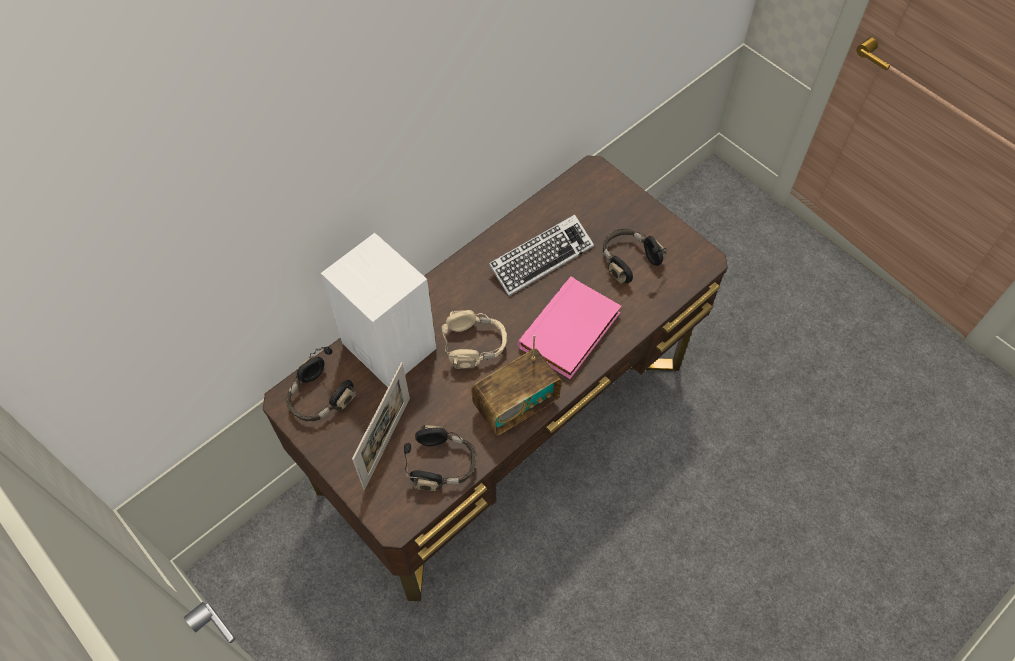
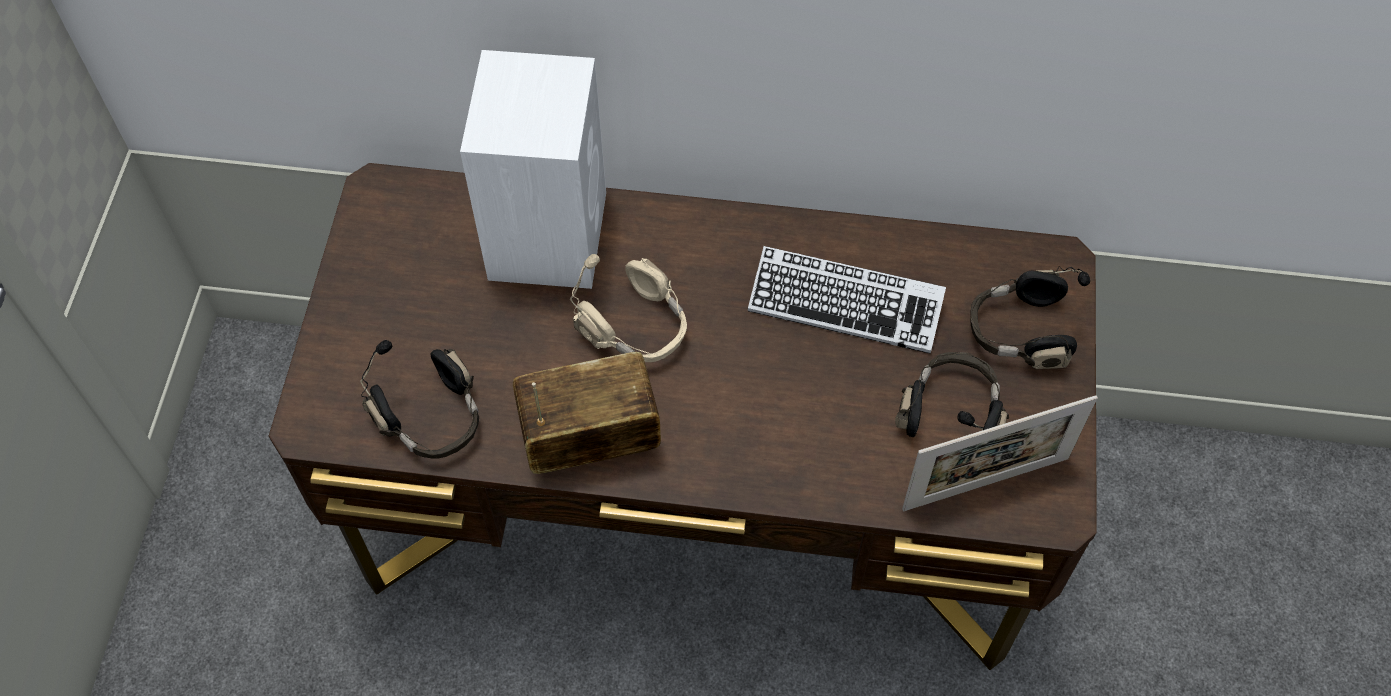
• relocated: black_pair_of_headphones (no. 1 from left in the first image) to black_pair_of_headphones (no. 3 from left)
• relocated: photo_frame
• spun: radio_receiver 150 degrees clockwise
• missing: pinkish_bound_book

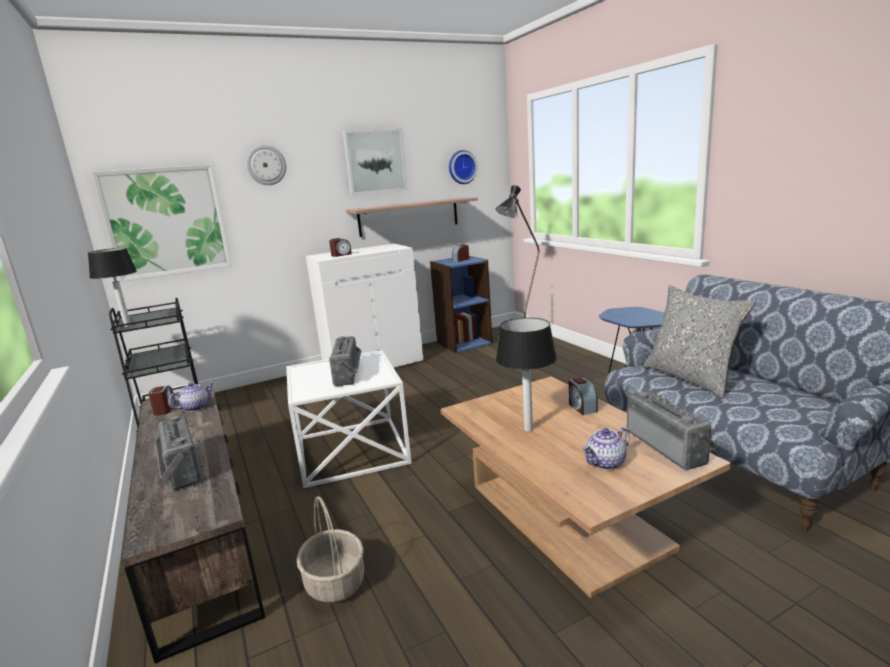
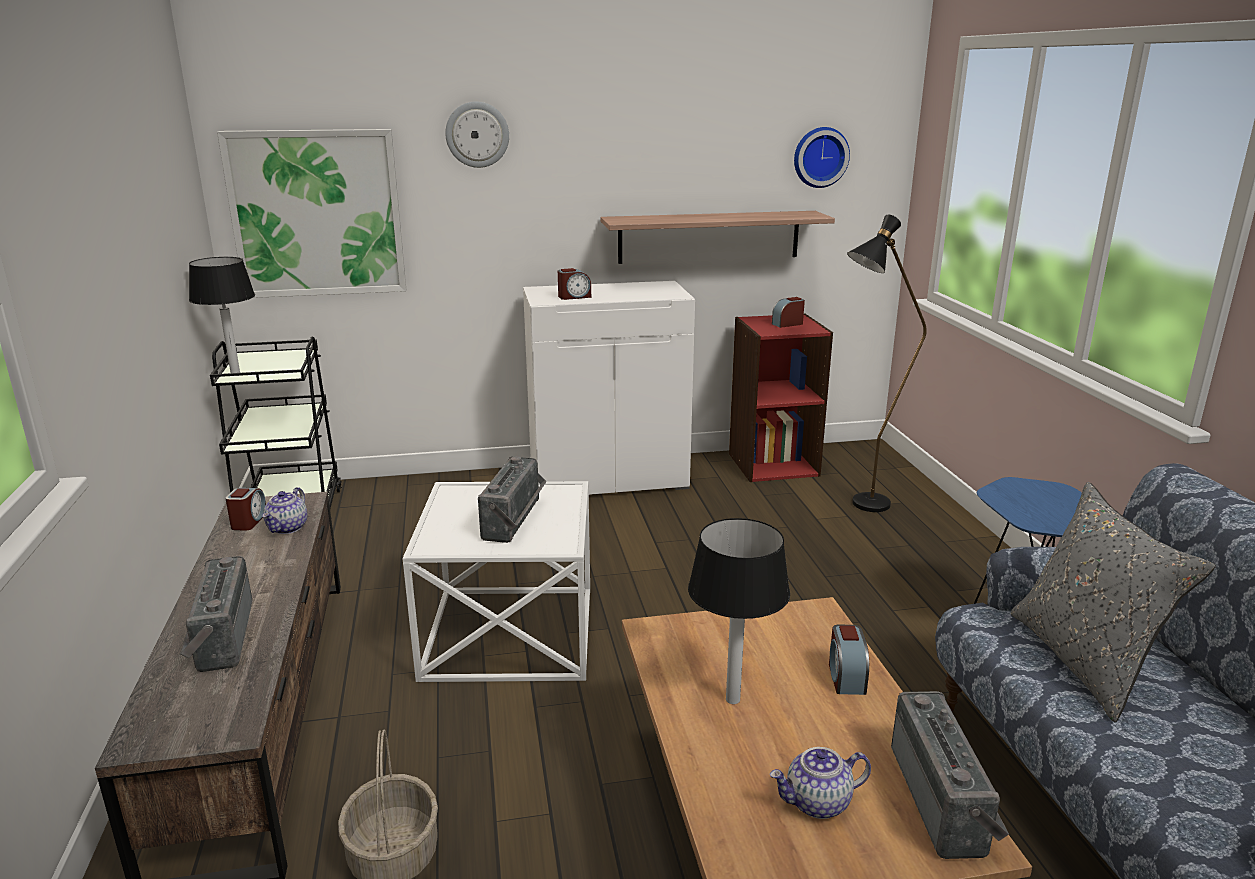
• spun: teapot (no. 1 from left) 135 degrees clockwise
• missing: wall_art (no. 2 from left)
• colour: blue-coloured_bookcase to red-coloured_bookcase

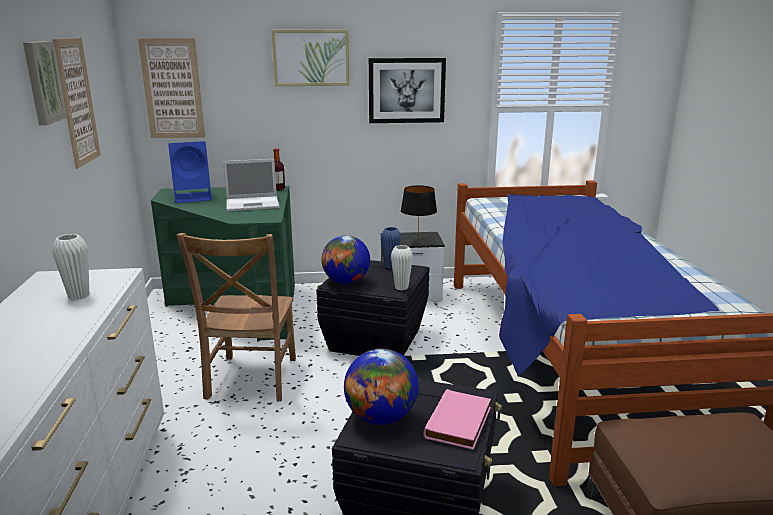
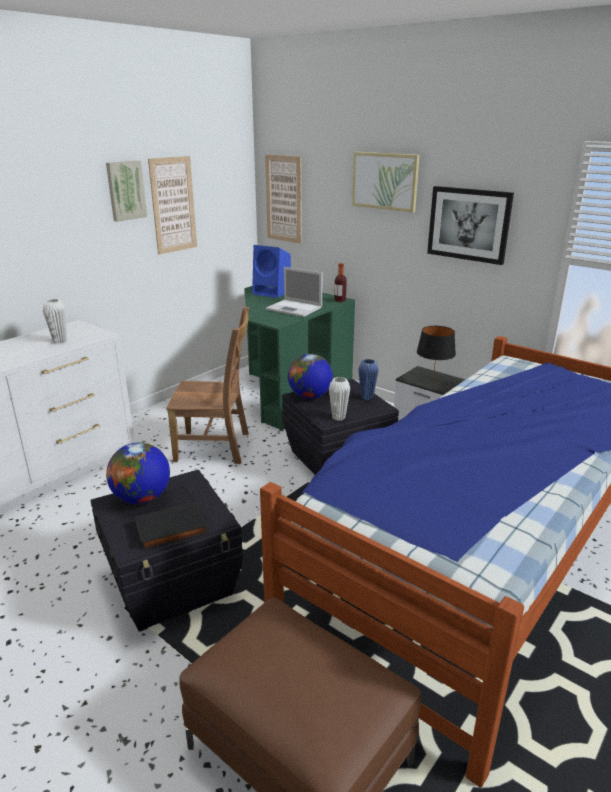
• spun: brownish_upright_chair 135 degrees counterclockwise
• colour: pinkish_bound_book to black_bound_book

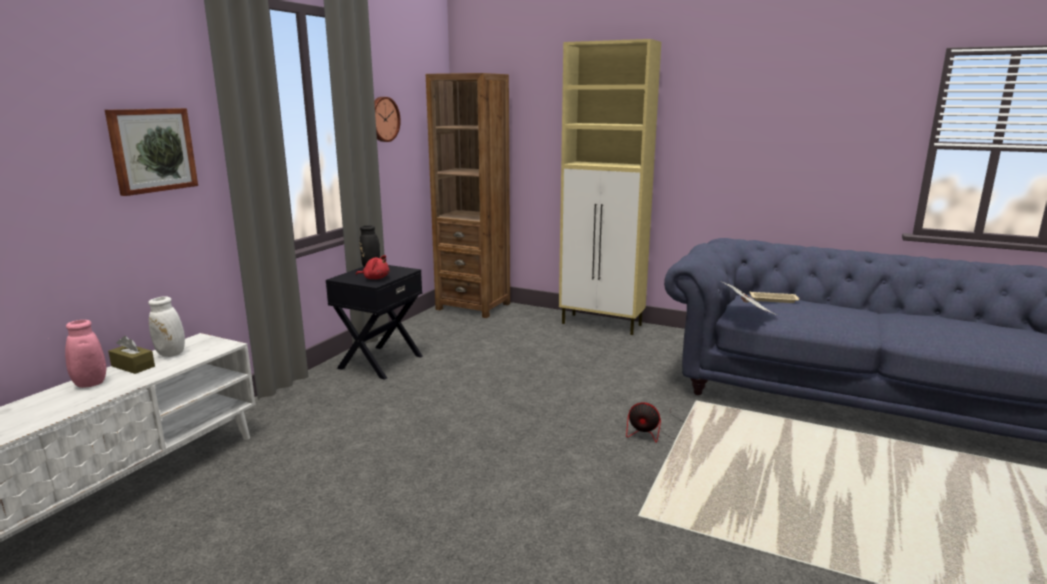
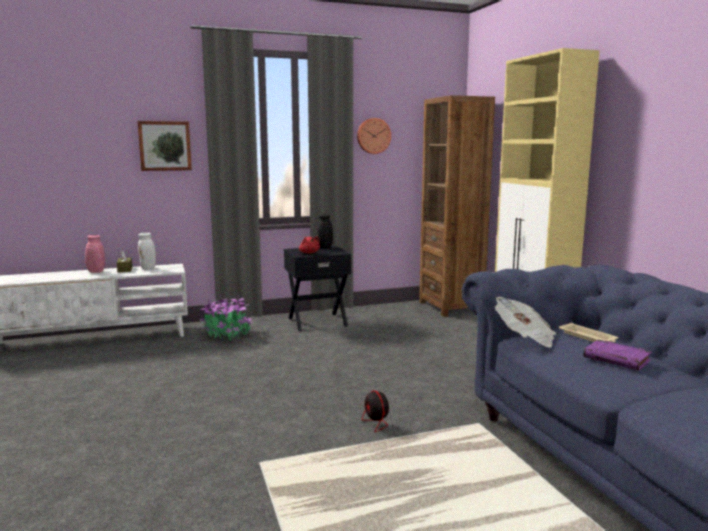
• appeared: potted_plant
• appeared: purplish_bound_book

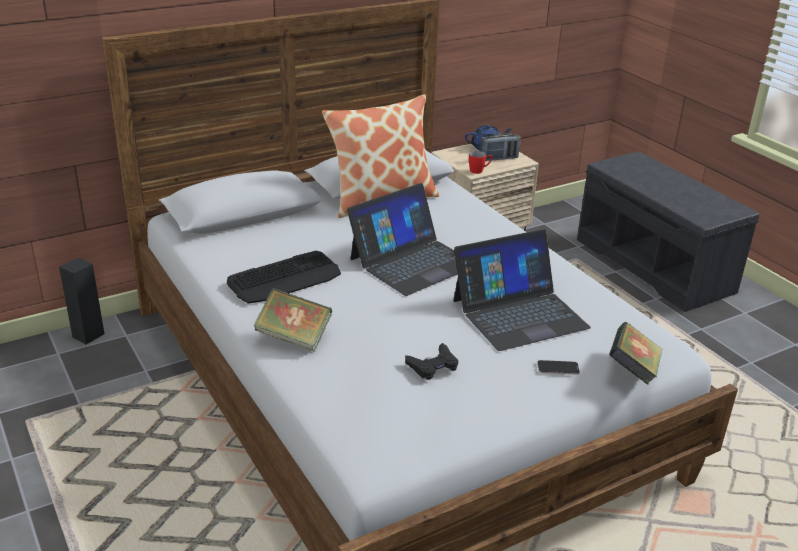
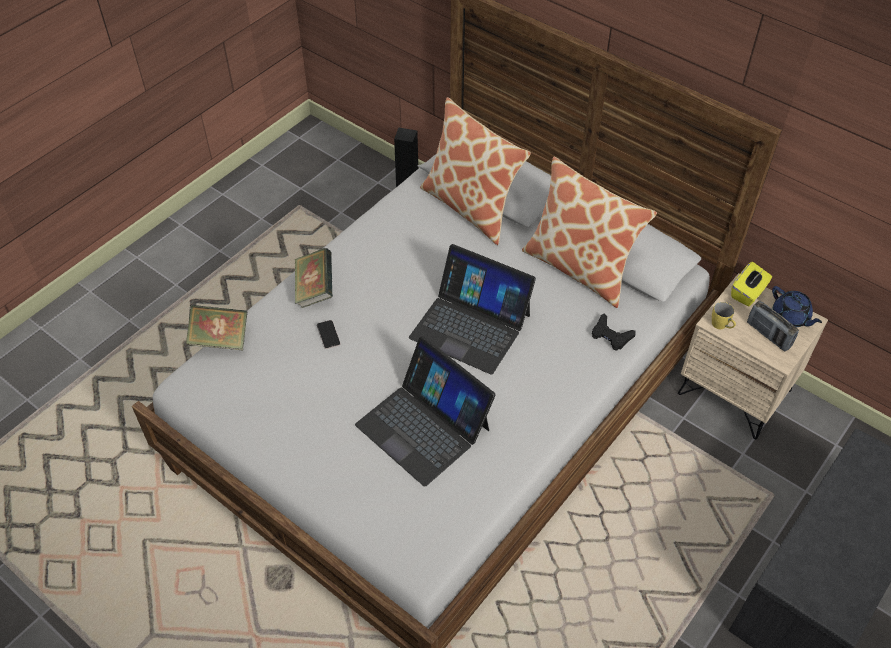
• missing: keyboard
• relocated: black_gamepad
• colour: red-coloured_coffee_mug to yellow-coloured_coffee_mug
• relocated: telephone
• relocated: bound_book (no. 2 from left in the first image) to bound_book (no. 1 from left)
• appeared: pillow (no. 1 from left)
• appeared: yellow-coloured_tissue_box

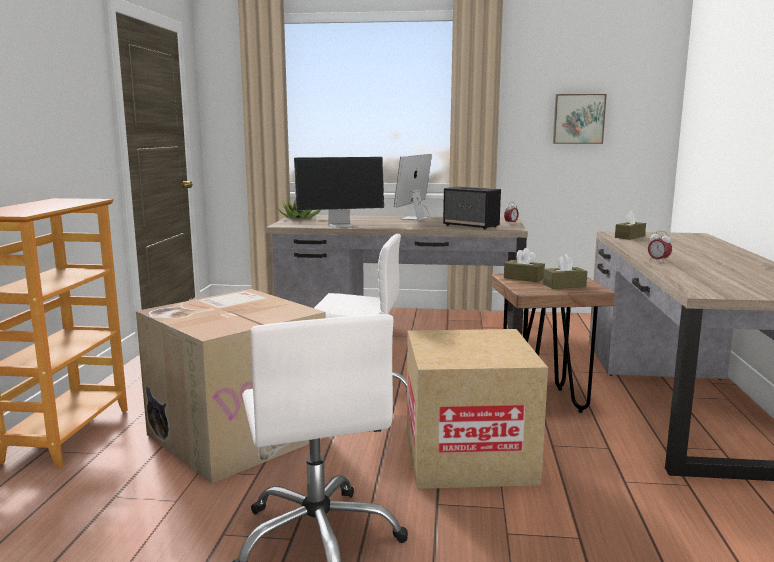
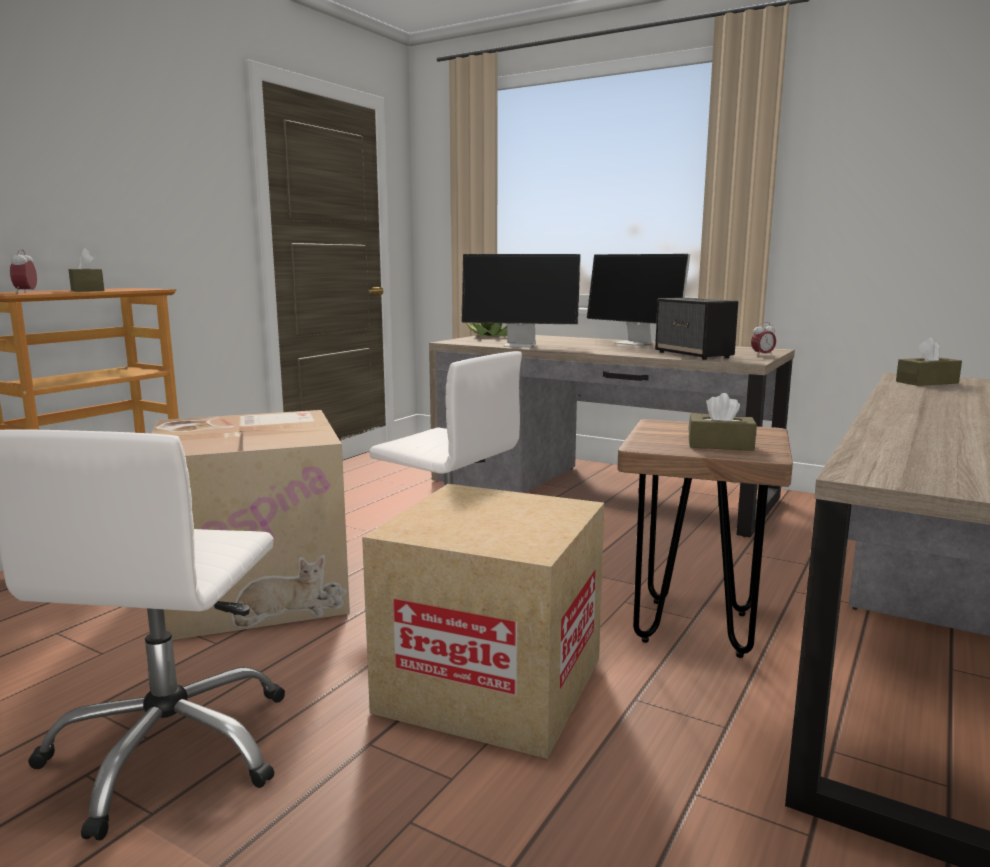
• spun: computer_display (no. 2 from left) 90 degrees counterclockwise
• relocated: brownish_tissue_box (no. 1 from left)
• missing: wall_art
• relocated: table_clock (no. 2 from left in the first image) to table_clock (no. 1 from left)

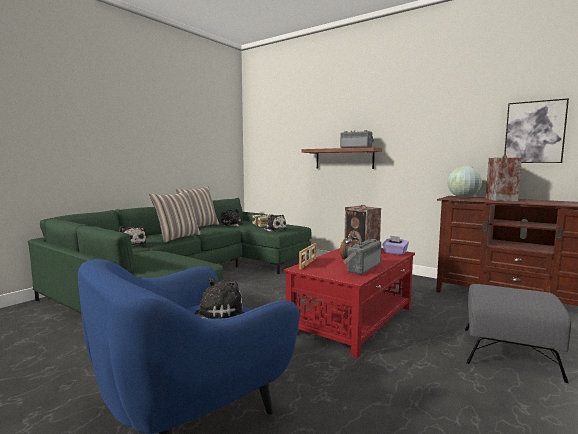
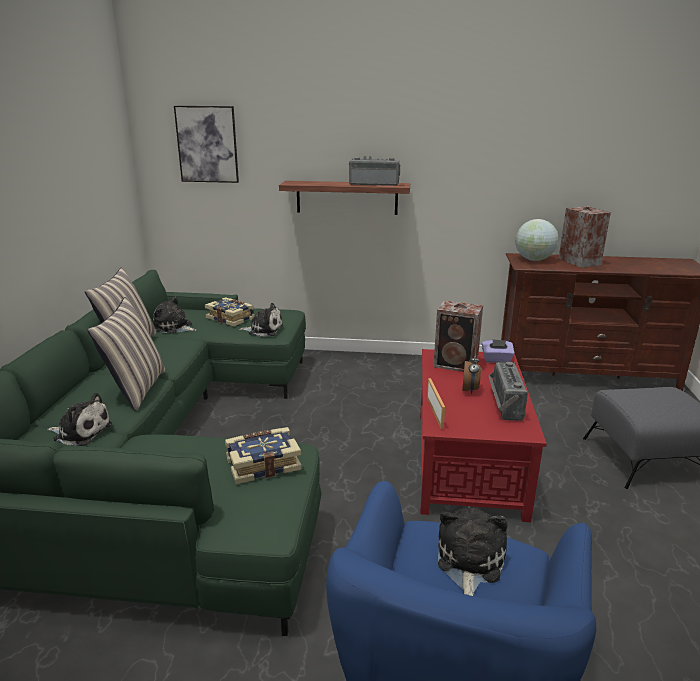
• relocated: wall_art
• appeared: bound_book (no. 2 from left)

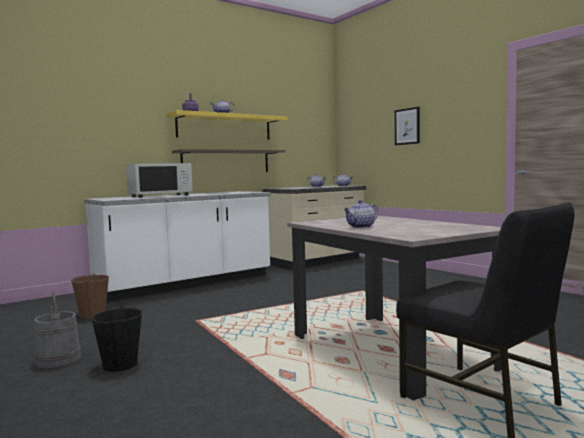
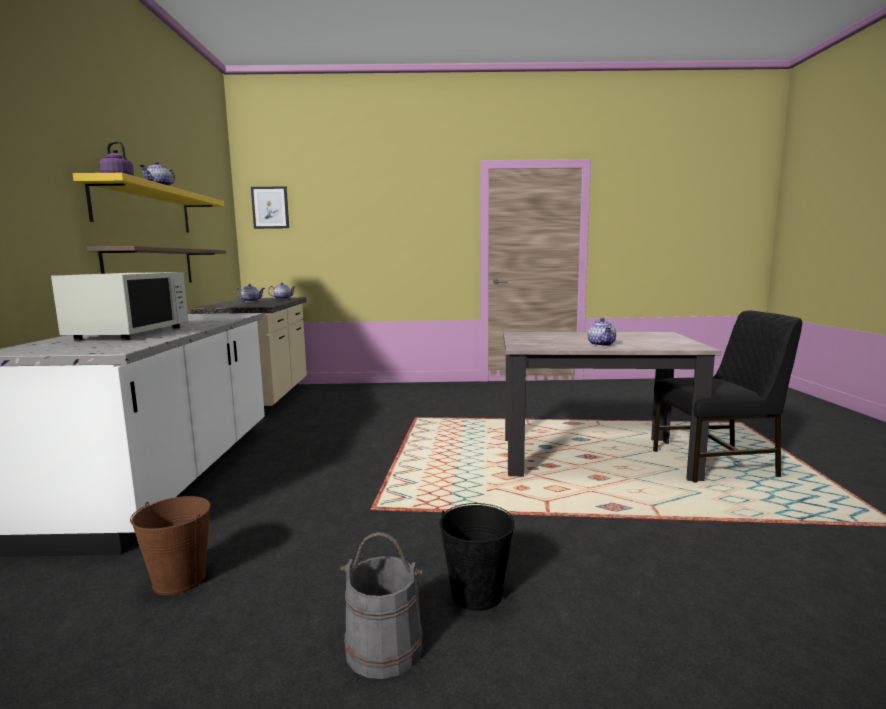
• relocated: wall_art

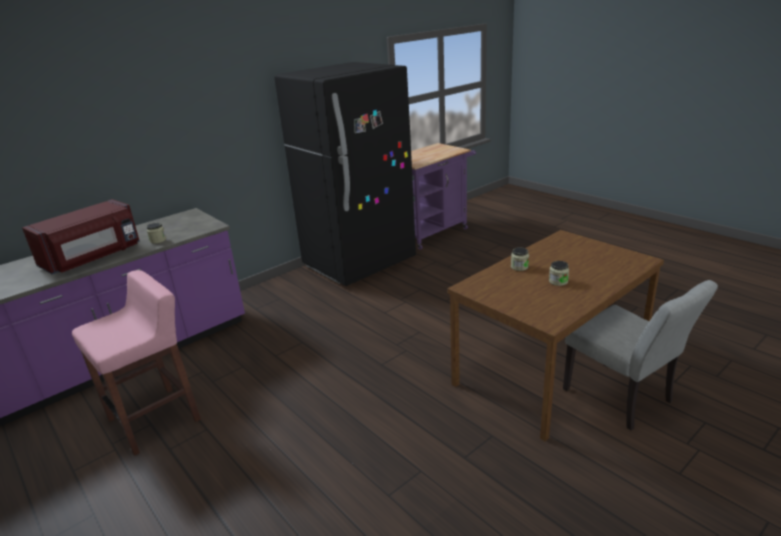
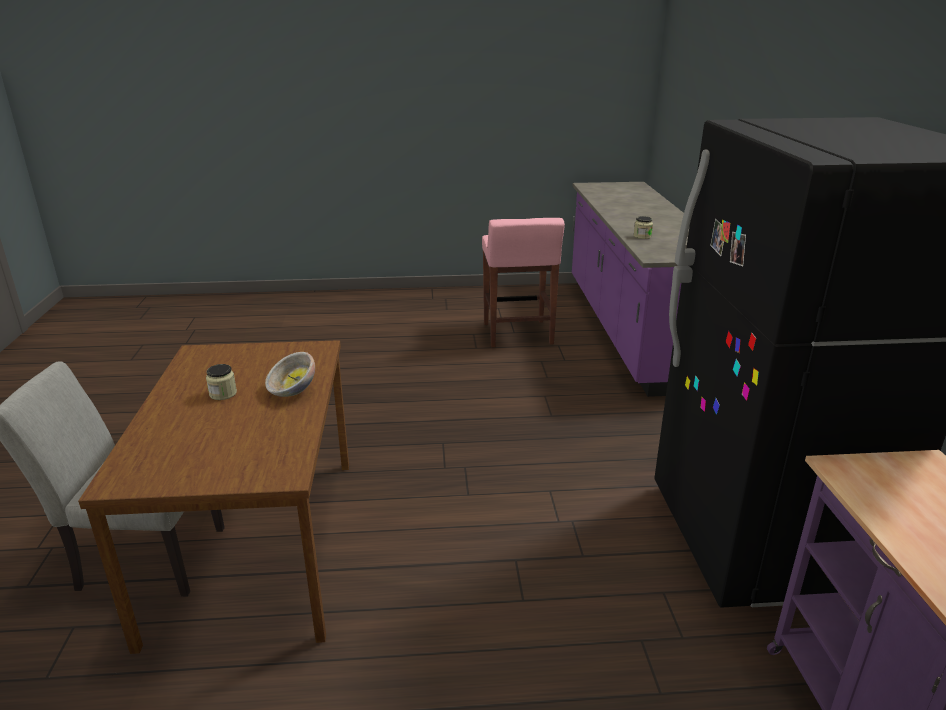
• missing: red-coloured_kitchen_microwave
• exchanged: storage_jar (no. 2 from left) to bowl

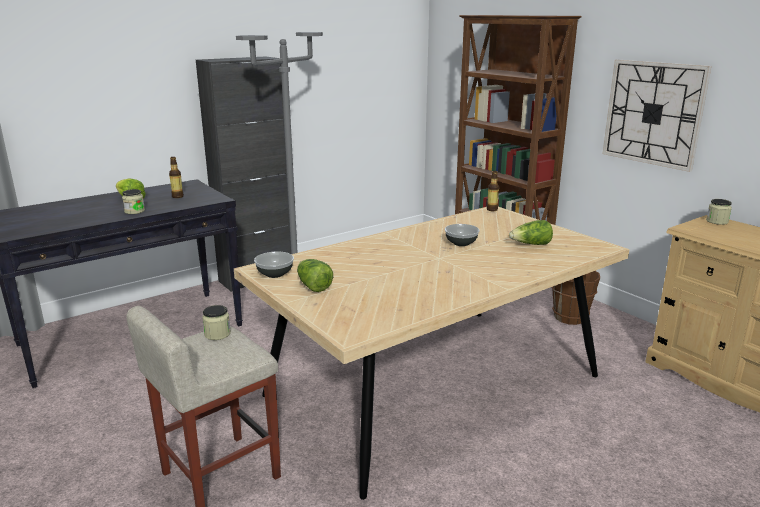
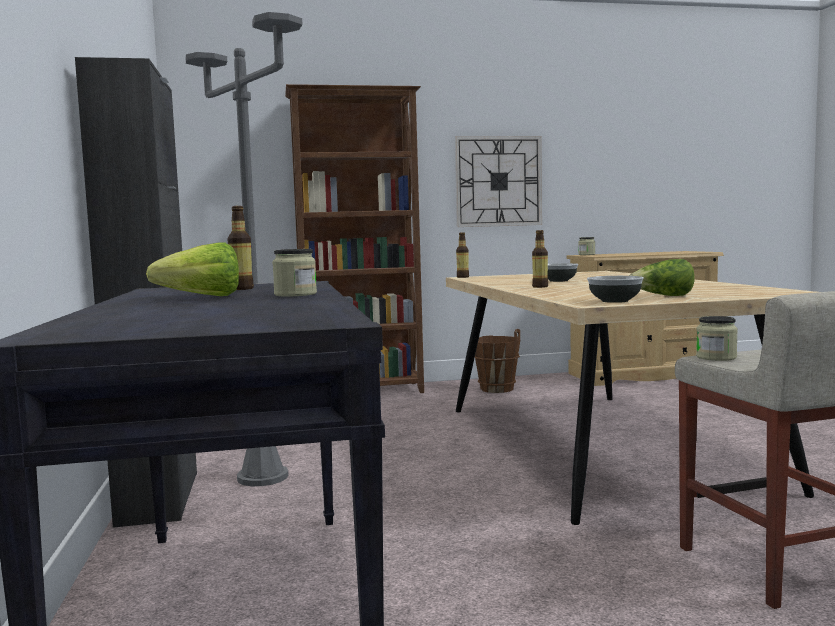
• missing: lettuce (no. 3 from left)
• appeared: bottle (no. 3 from left)

